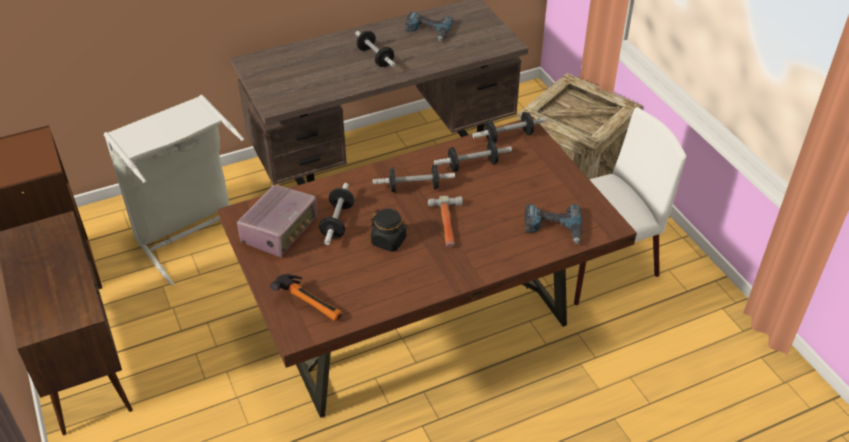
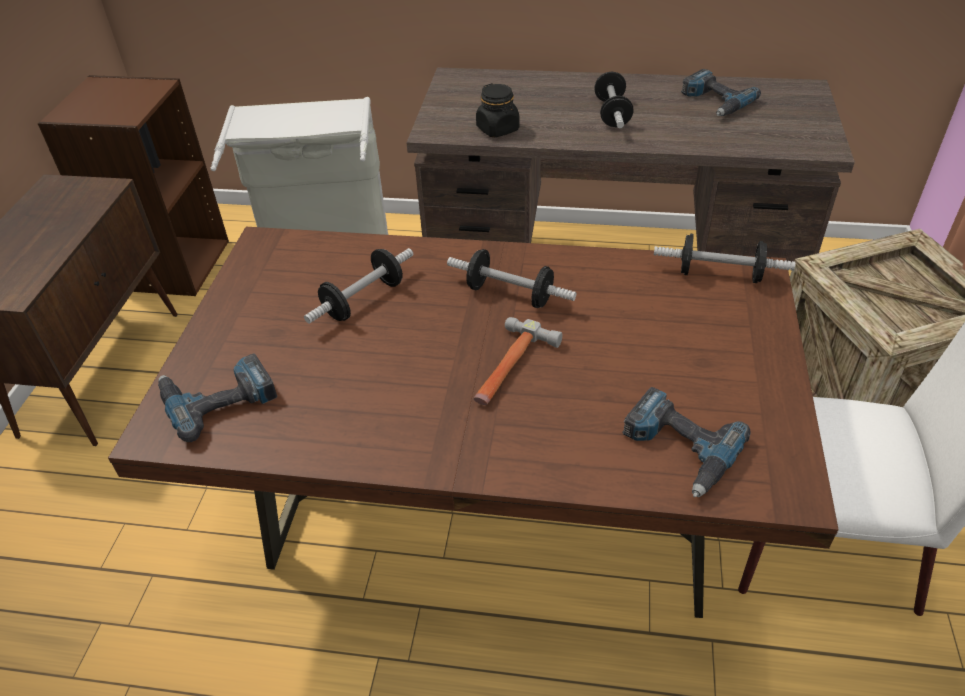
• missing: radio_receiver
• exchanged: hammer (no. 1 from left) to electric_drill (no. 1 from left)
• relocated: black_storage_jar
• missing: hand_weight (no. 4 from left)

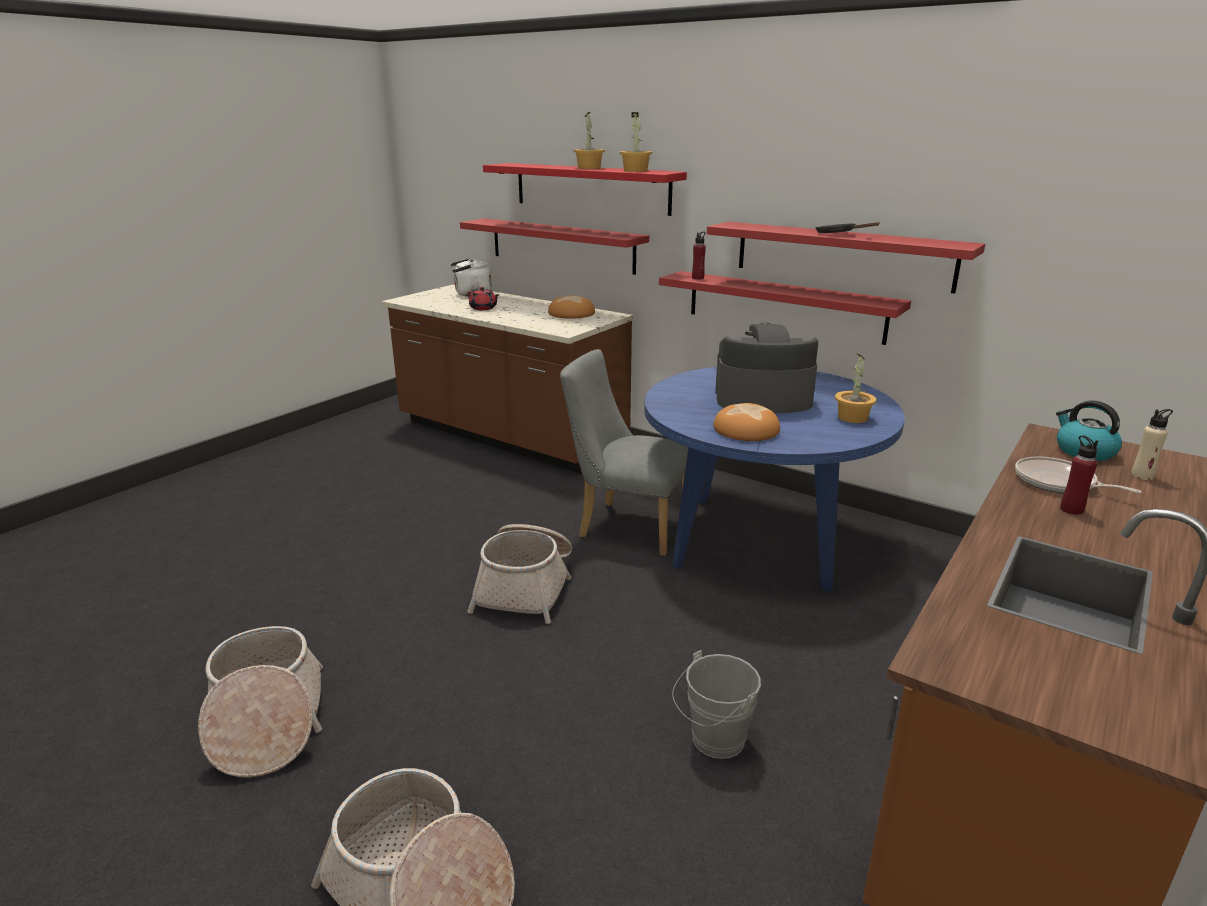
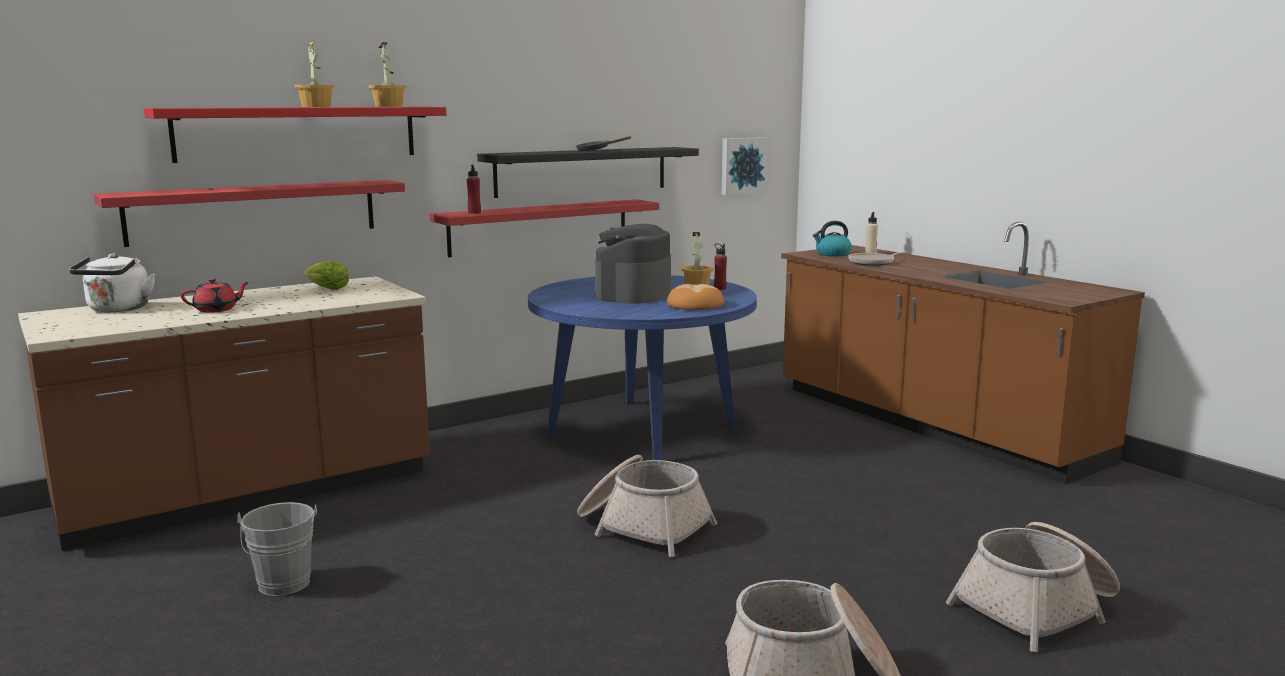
• exchanged: bread (no. 1 from left) to lettuce
• missing: gray_upright_chair
• relocated: gray_water_bucket
• colour: red-coloured_shelf (no. 4 from left) to black_shelf
• relocated: red-coloured_bottle (no. 2 from left)
• appeared: wall_art

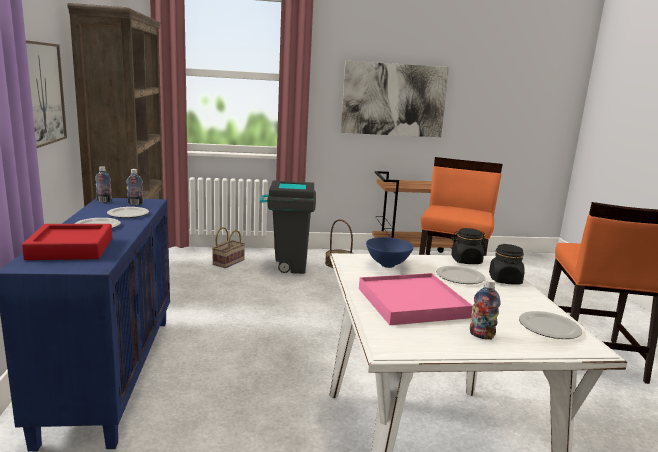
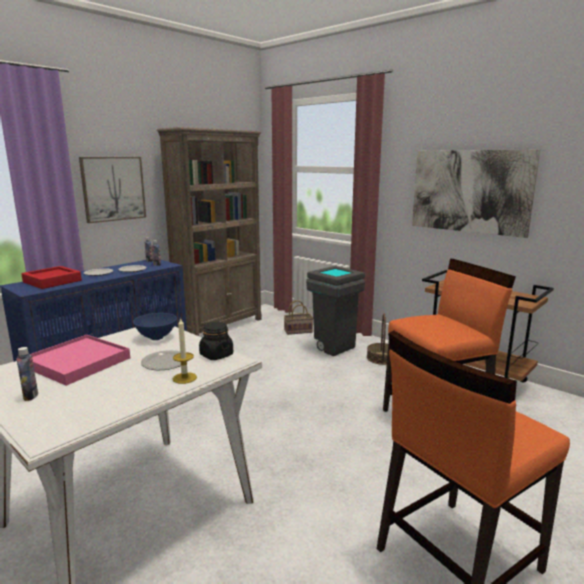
• exchanged: black_storage_jar (no. 2 from left) to wax_candle
• missing: plate (no. 4 from left)

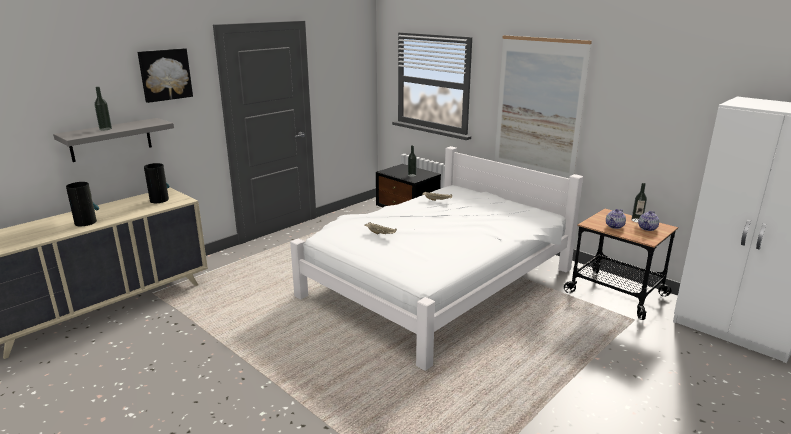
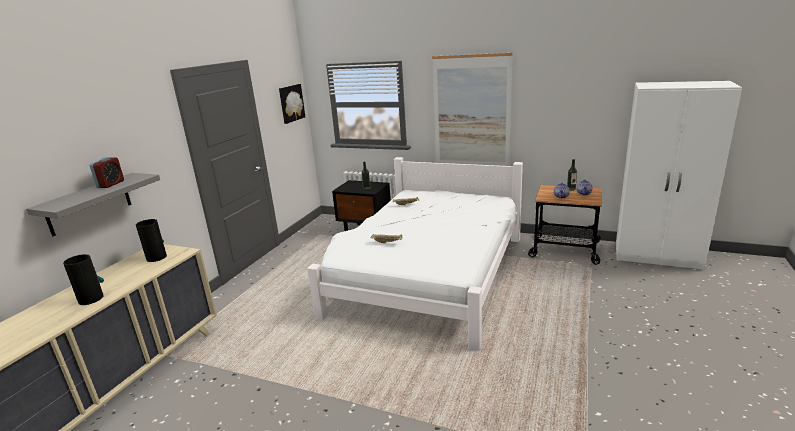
• missing: bottle (no. 1 from left)
• relocated: wall_art (no. 1 from left)
• appeared: table_clock

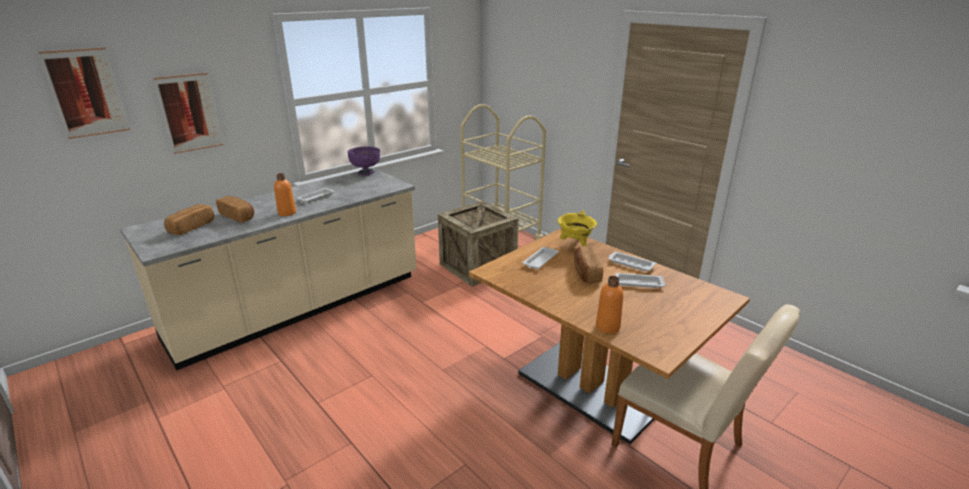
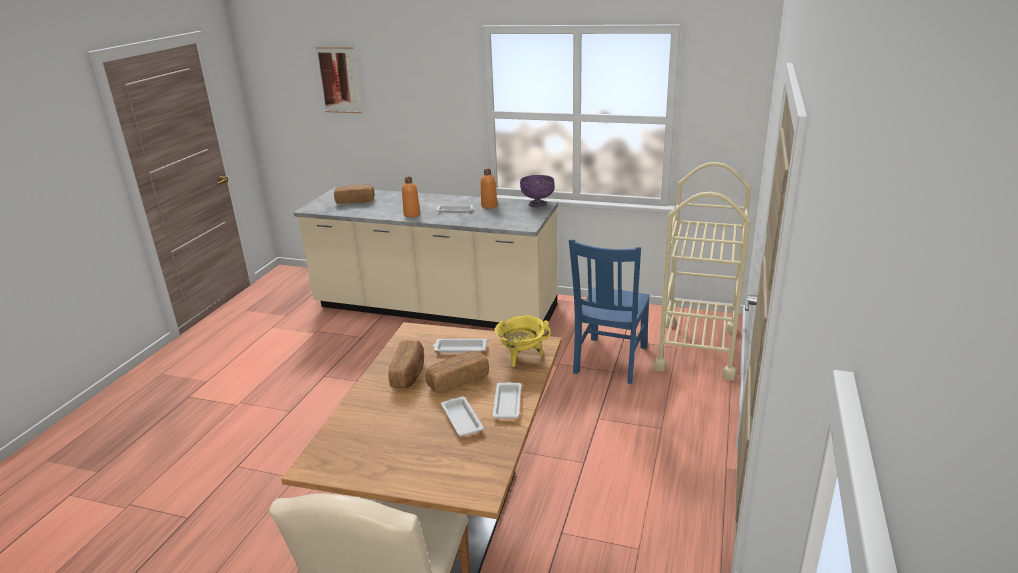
• missing: wall_art (no. 2 from left)
• relocated: bread (no. 2 from left)
• exchanged: shipping_crate to blue-coloured_upright_chair
• relocated: orange_bottle (no. 2 from left)

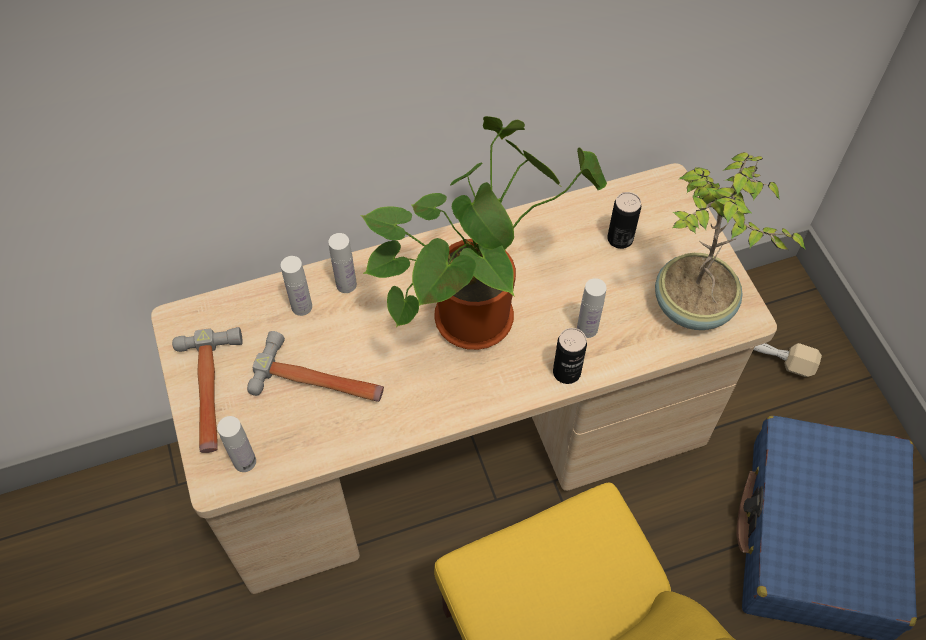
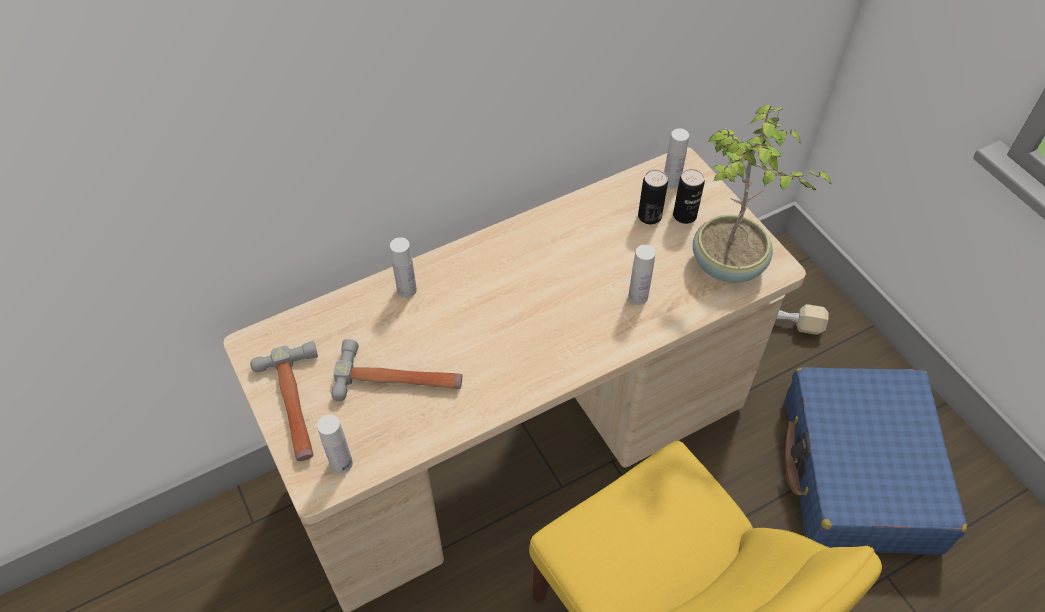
• relocated: white-coloured_bottle (no. 2 from left in the first image) to white-coloured_bottle (no. 4 from left)
• missing: potted_plant (no. 1 from left)
• relocated: metal_can (no. 1 from left in the first image) to metal_can (no. 2 from left)

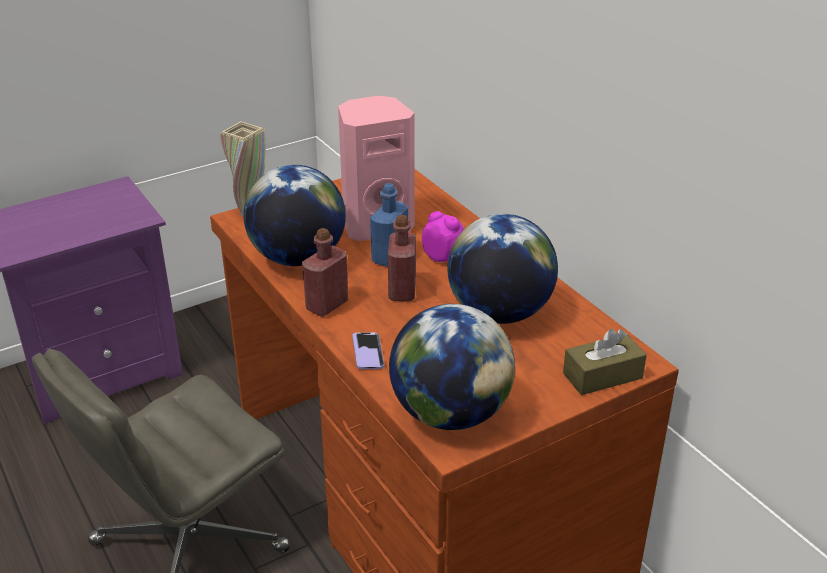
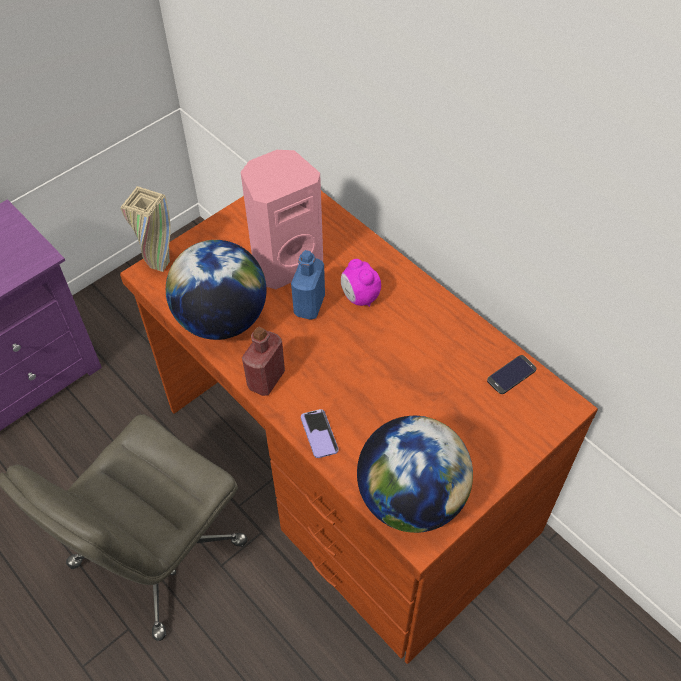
• missing: red-coloured_bottle (no. 2 from left)
• spun: table_clock 150 degrees counterclockwise
• missing: globe (no. 3 from left)
• missing: brownish_tissue_box
• appeared: telephone (no. 2 from left)

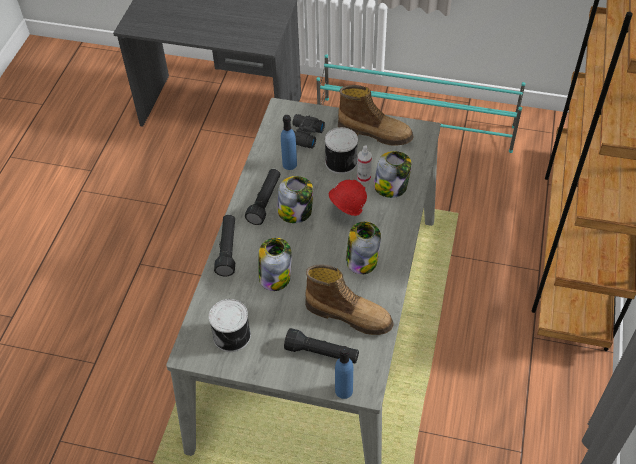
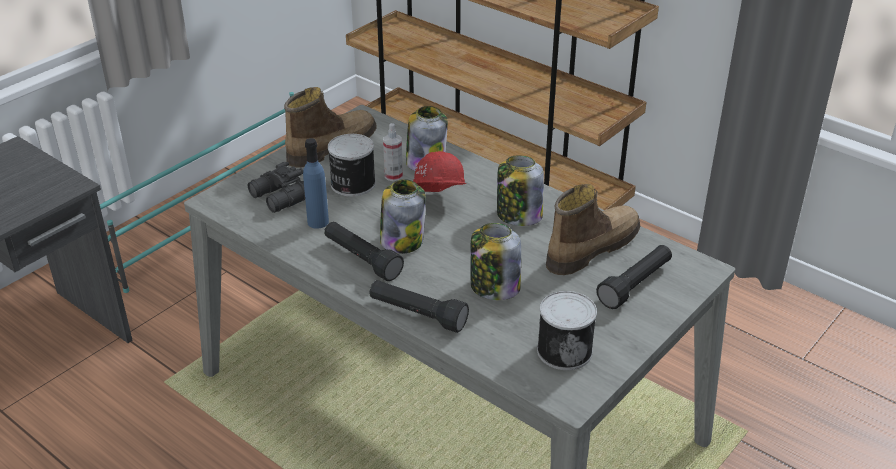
• missing: blue-coloured_bottle (no. 2 from left)

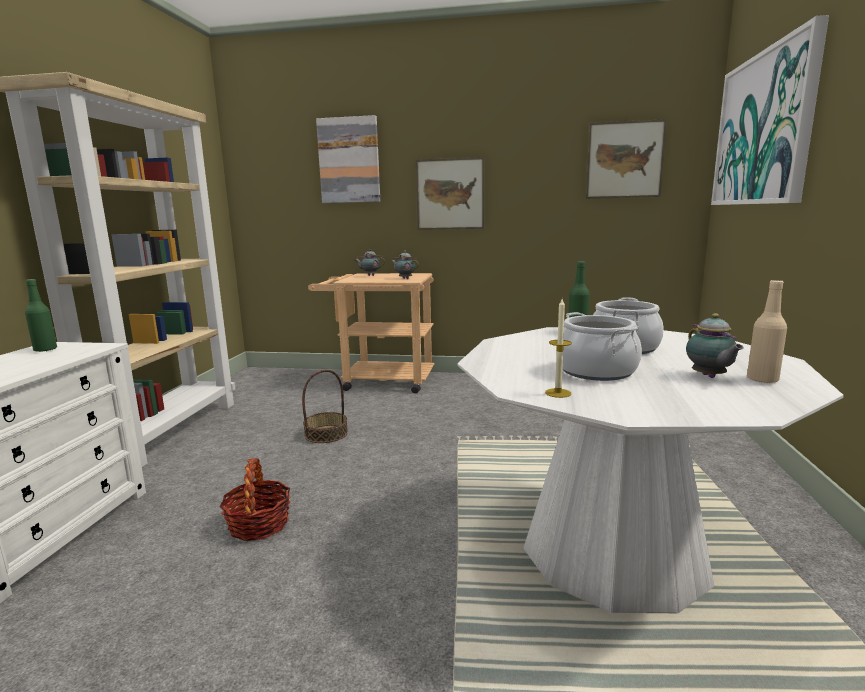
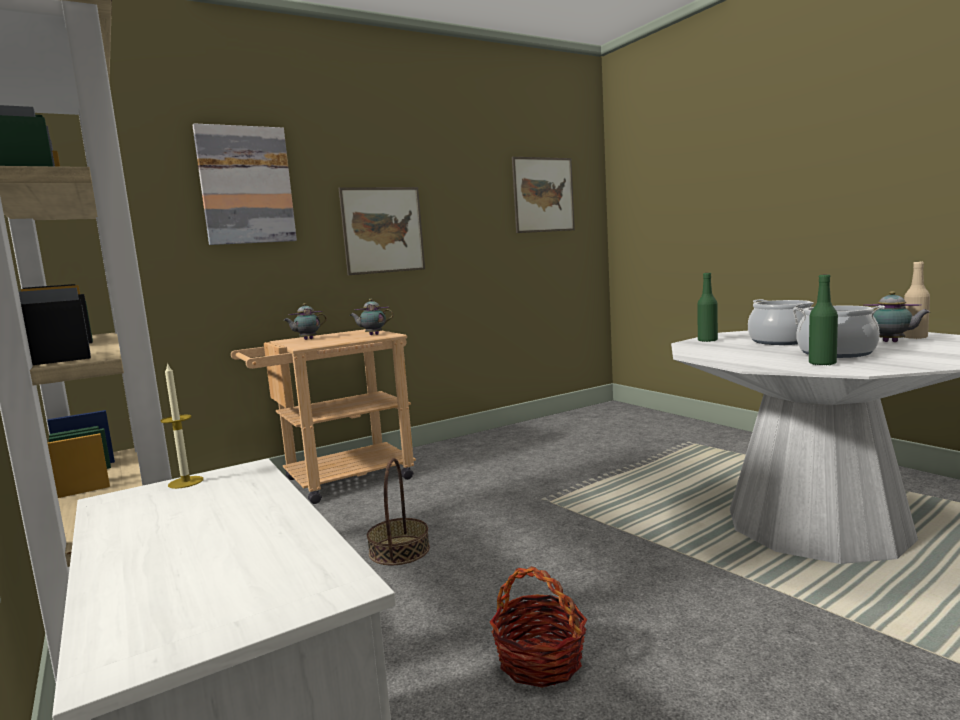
• relocated: green_bottle (no. 1 from left in the first image) to green_bottle (no. 2 from left)
• relocated: wax_candle
• missing: wall_art (no. 4 from left)

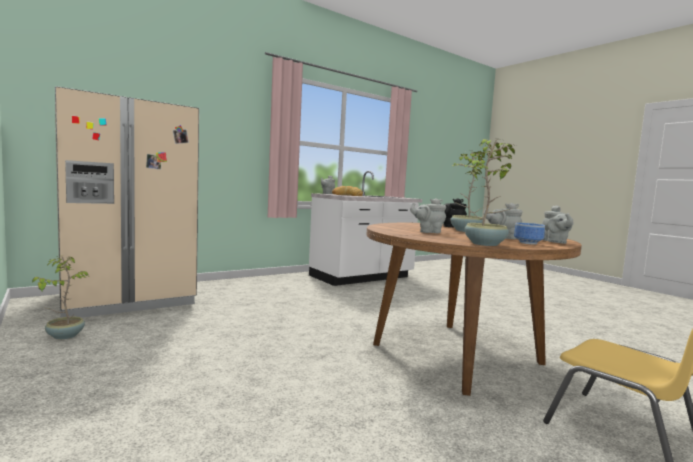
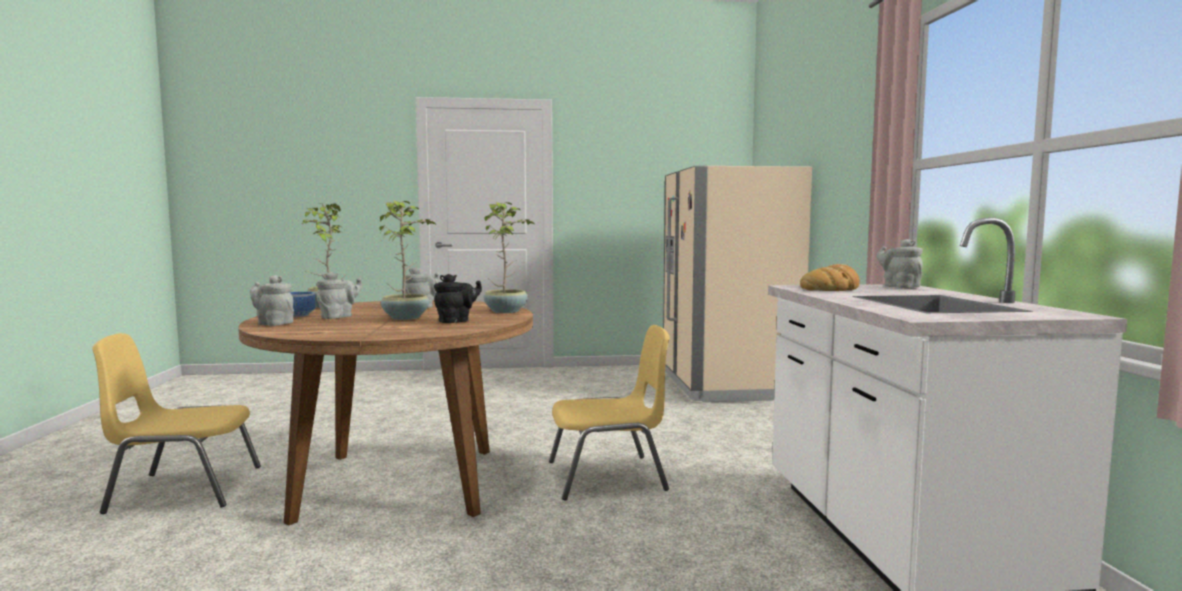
• relocated: potted_plant (no. 1 from left in the first image) to potted_plant (no. 3 from left)
• appeared: yellow-coloured_upright_chair (no. 2 from left)

